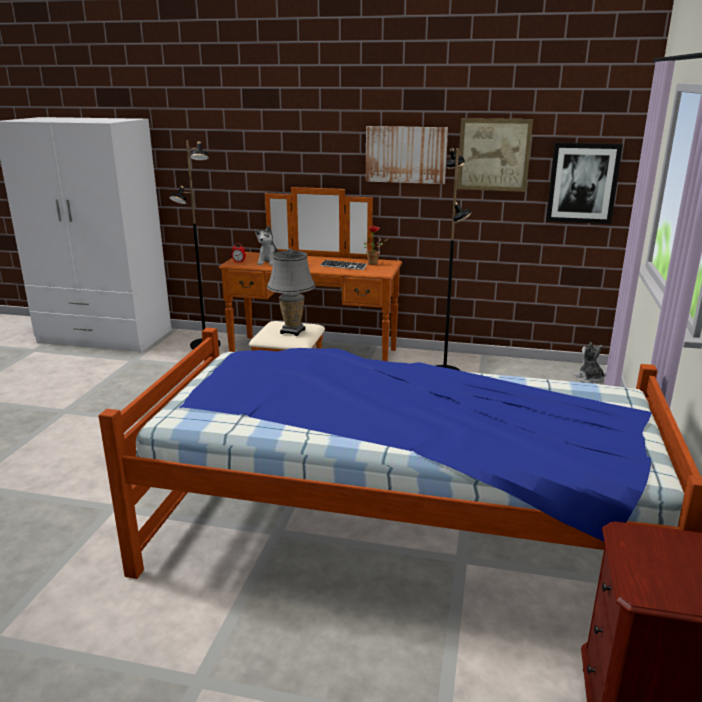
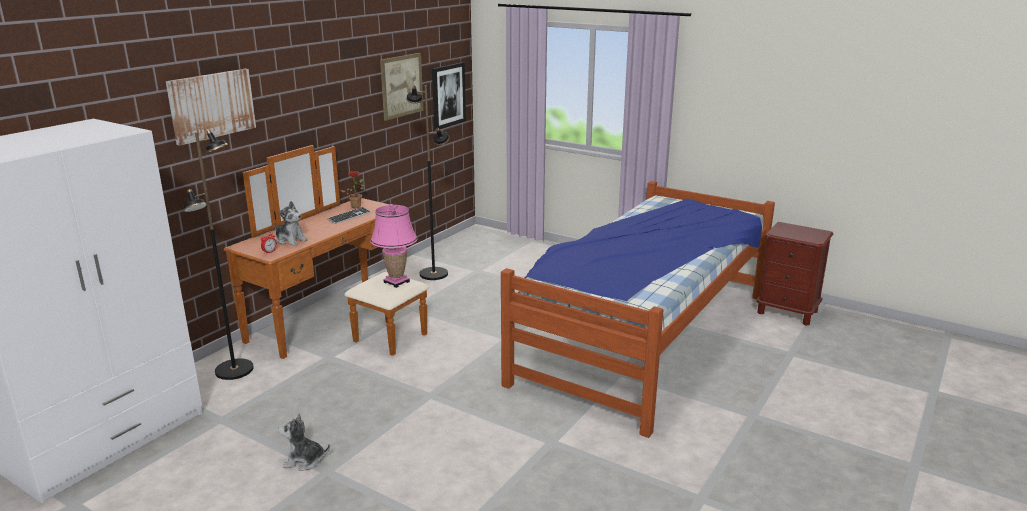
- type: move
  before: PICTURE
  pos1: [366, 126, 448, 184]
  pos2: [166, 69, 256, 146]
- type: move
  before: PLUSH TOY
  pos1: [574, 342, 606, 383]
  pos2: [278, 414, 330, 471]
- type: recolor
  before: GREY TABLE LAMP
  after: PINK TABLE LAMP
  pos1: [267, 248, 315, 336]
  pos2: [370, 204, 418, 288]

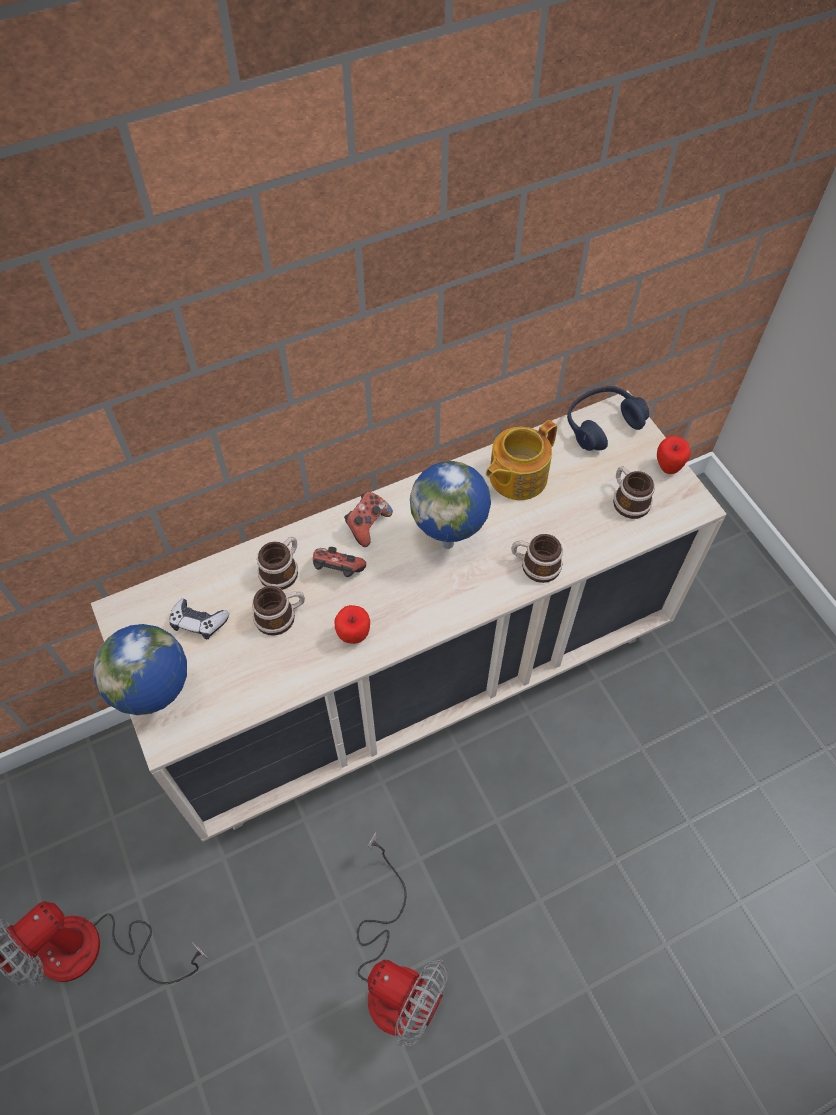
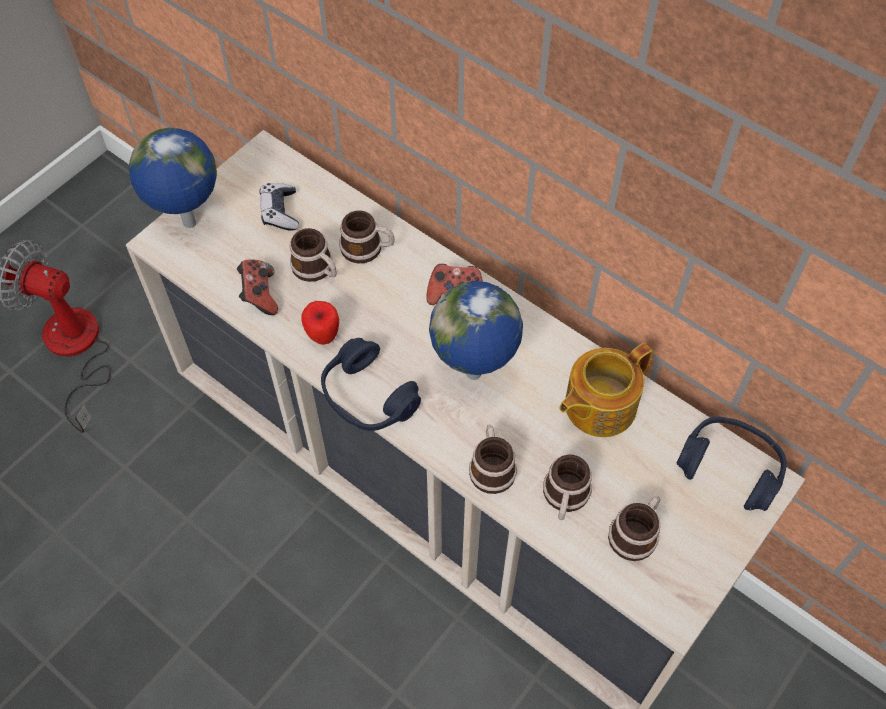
- type: move
  before: GAME CONTROLLER
  pos1: [313, 547, 366, 577]
  pos2: [237, 259, 278, 315]
- type: insert
  after: BLUE HEADPHONES
  pos2: [321, 338, 421, 431]
- type: insert
  after: MUG
  pos2: [543, 455, 592, 520]
- type: rotate
  before: TEAPOT
  pos1: [486, 420, 557, 500]
  pos2: [559, 343, 653, 437]
  turn: -60
- type: delete
  before: FAN
  pos1: [357, 832, 448, 1046]
- type: delete
  before: APPLE
  pos1: [657, 436, 691, 474]

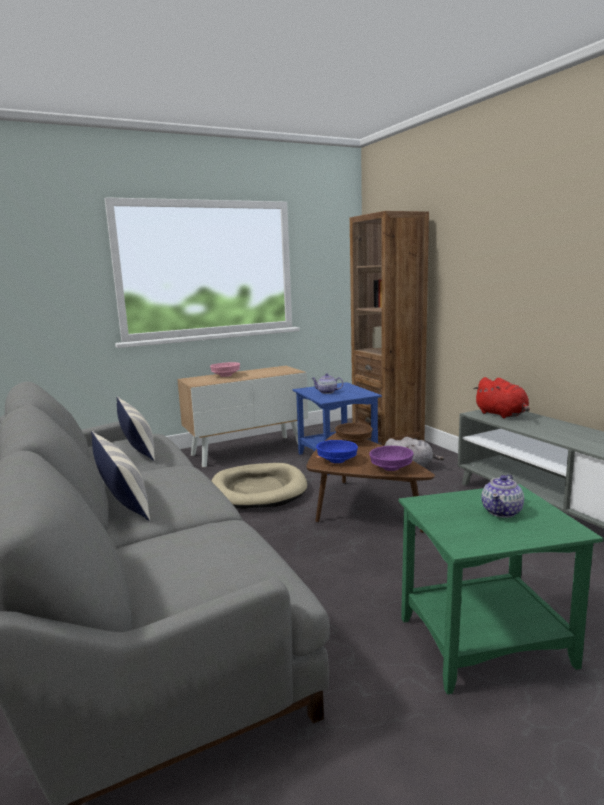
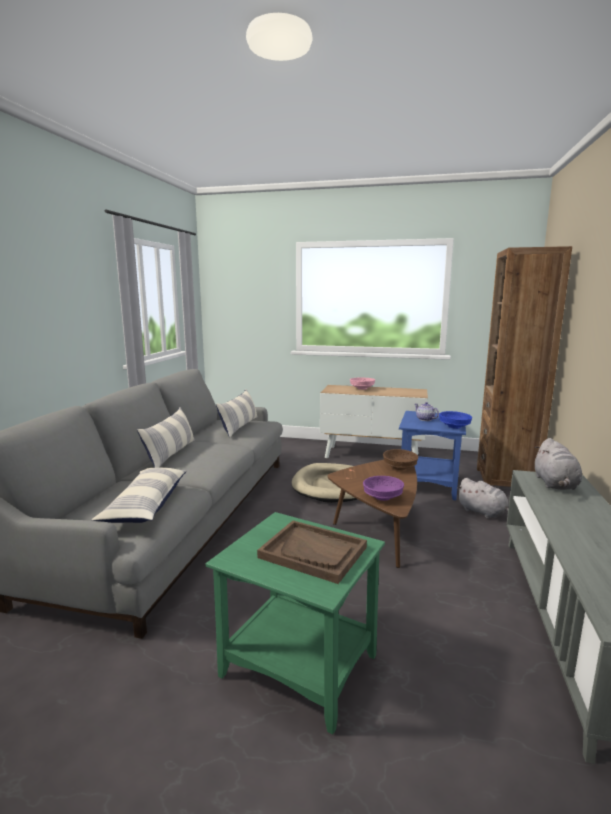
- type: insert
  after: PILLOW
  pos2: [92, 468, 187, 523]
- type: replace
  before: TEAPOT
  after: BROWN TRAY
  pos1: [481, 474, 524, 518]
  pos2: [257, 520, 367, 584]
- type: move
  before: BLUE BOWL
  pos1: [316, 440, 358, 463]
  pos2: [439, 411, 472, 429]
- type: recolor
  before: RED PLUSH TOY
  after: GREY PLUSH TOY
  pos1: [473, 377, 530, 418]
  pos2: [534, 438, 582, 490]

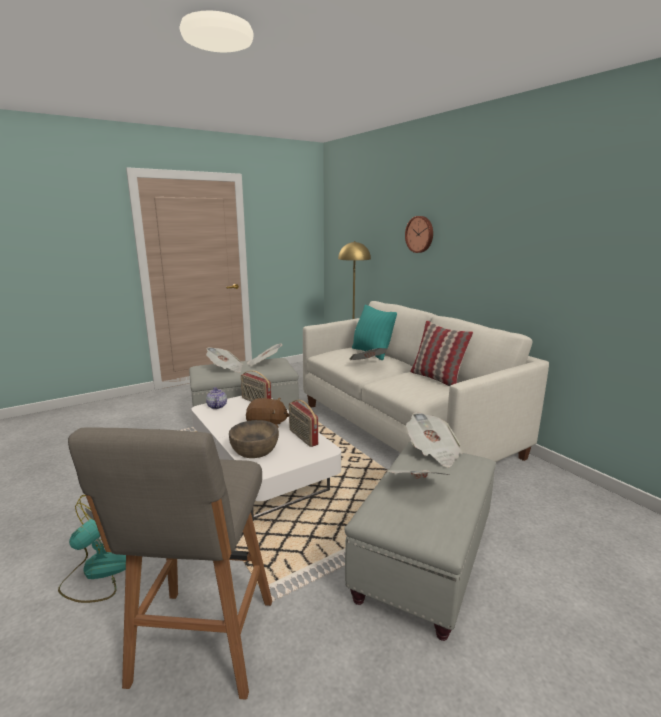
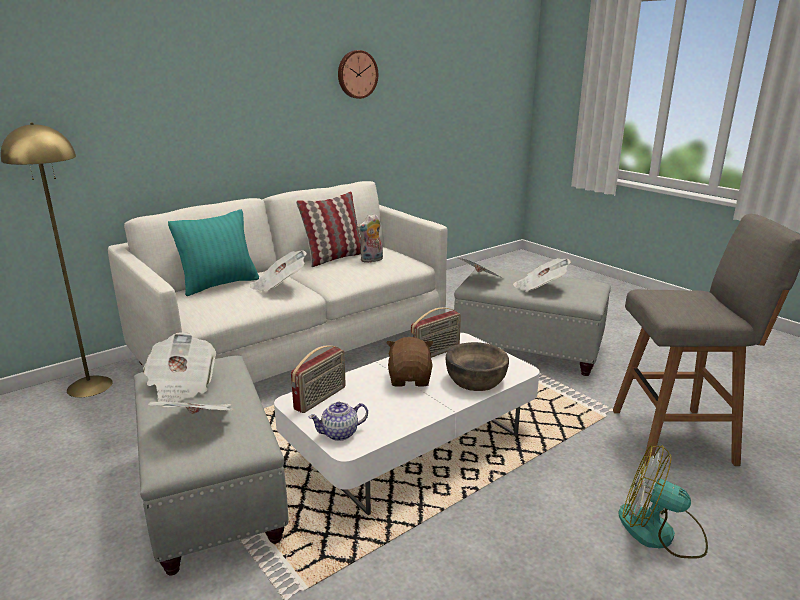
- type: move
  before: WALL CLOCK
  pos1: [405, 216, 433, 253]
  pos2: [338, 50, 378, 99]
- type: insert
  after: PLUSH TOY
  pos2: [357, 213, 383, 263]

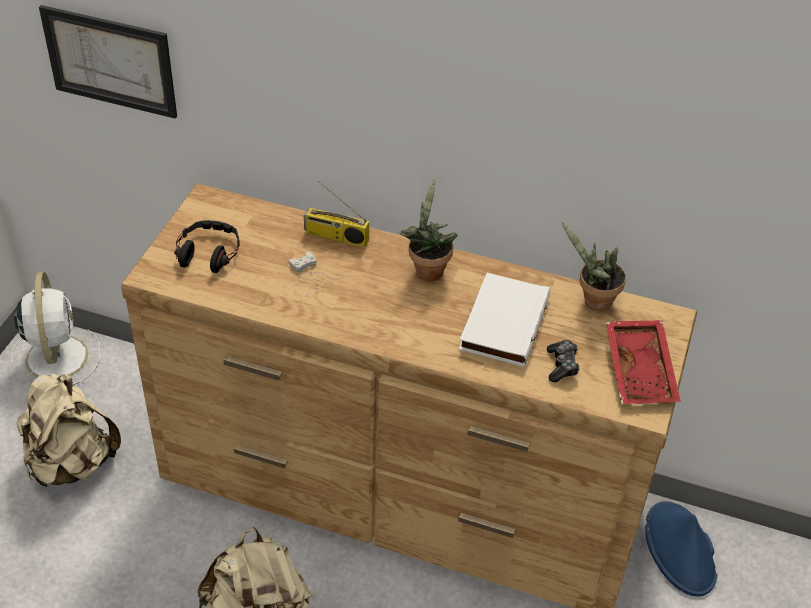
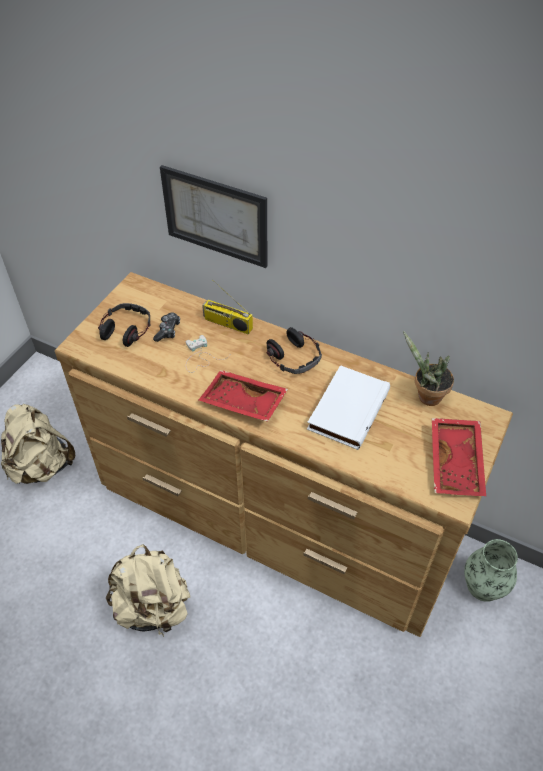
- type: move
  before: GAME CONTROLLER
  pos1: [547, 340, 580, 382]
  pos2: [153, 313, 180, 342]
- type: move
  before: PICTURE
  pos1: [39, 5, 177, 118]
  pos2: [160, 165, 267, 268]
- type: insert
  after: RED TRAY
  pos2: [199, 370, 288, 422]
- type: replace
  before: POTTED PLANT
  after: HEADPHONES
  pos1: [399, 178, 458, 281]
  pos2: [266, 327, 322, 374]
- type: replace
  before: BLUE HAT
  after: VASE
  pos1: [645, 501, 717, 596]
  pos2: [464, 539, 518, 602]
- type: delete
  before: WHITE FAN
  pos1: [11, 272, 100, 385]

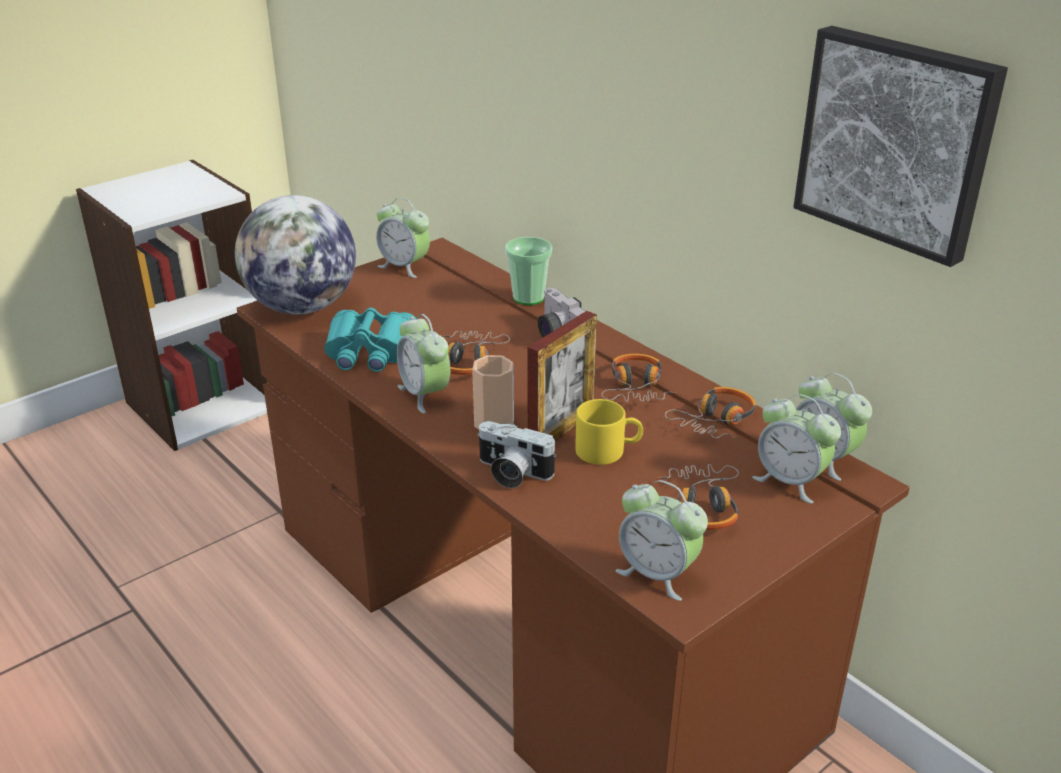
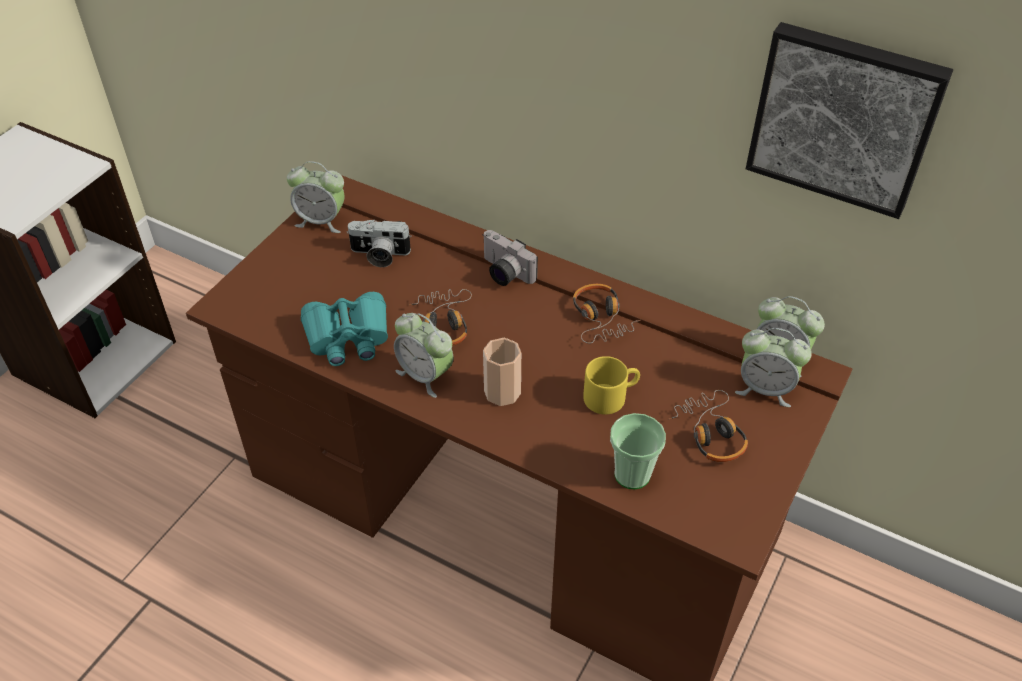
- type: move
  before: PHOTO CAMERA
  pos1: [477, 421, 557, 488]
  pos2: [347, 220, 412, 267]
- type: move
  before: CUP
  pos1: [505, 237, 552, 305]
  pos2: [610, 413, 666, 489]
- type: delete
  before: GLOBE
  pos1: [235, 195, 356, 314]
- type: delete
  before: PICTURE FRAME
  pos1: [528, 311, 597, 441]
- type: delete
  before: ALARM CLOCK
  pos1: [615, 480, 708, 601]
- type: delete
  before: HEADPHONES
  pos1: [665, 387, 756, 438]

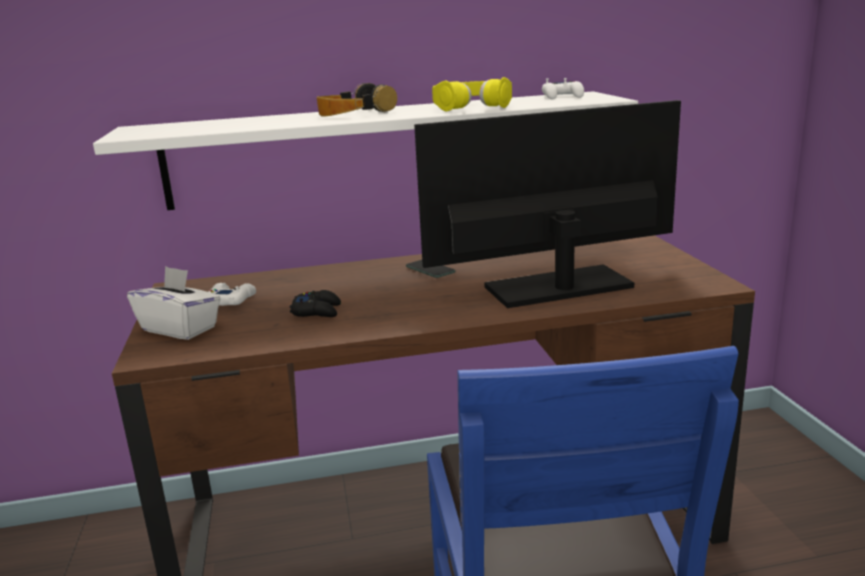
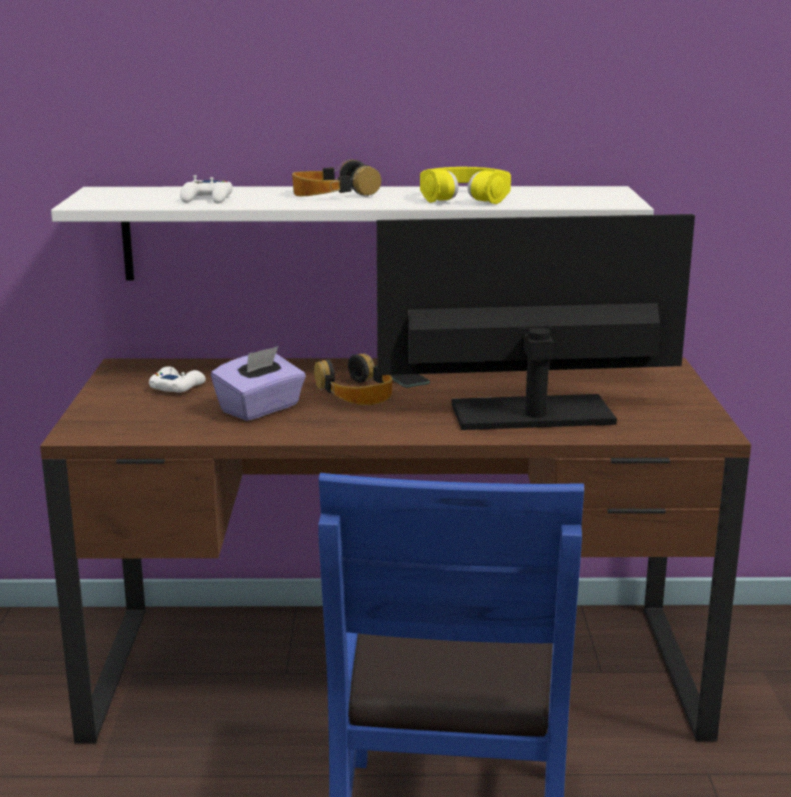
- type: move
  before: WHITE GAME CONTROLLER
  pos1: [542, 78, 584, 99]
  pos2: [180, 175, 233, 204]
- type: replace
  before: BLACK GAME CONTROLLER
  after: PURPLE TISSUE BOX
  pos1: [290, 290, 341, 317]
  pos2: [211, 346, 306, 421]
- type: insert
  after: HEADPHONES
  pos2: [314, 354, 392, 405]
- type: delete
  before: WHITE TISSUE BOX
  pos1: [127, 266, 221, 340]

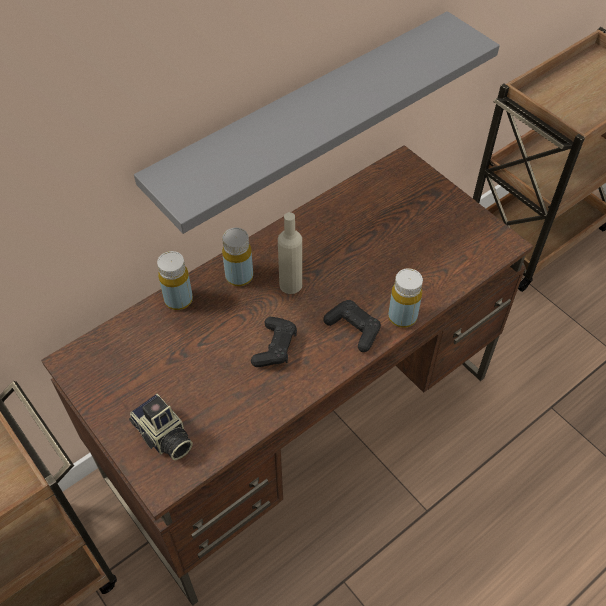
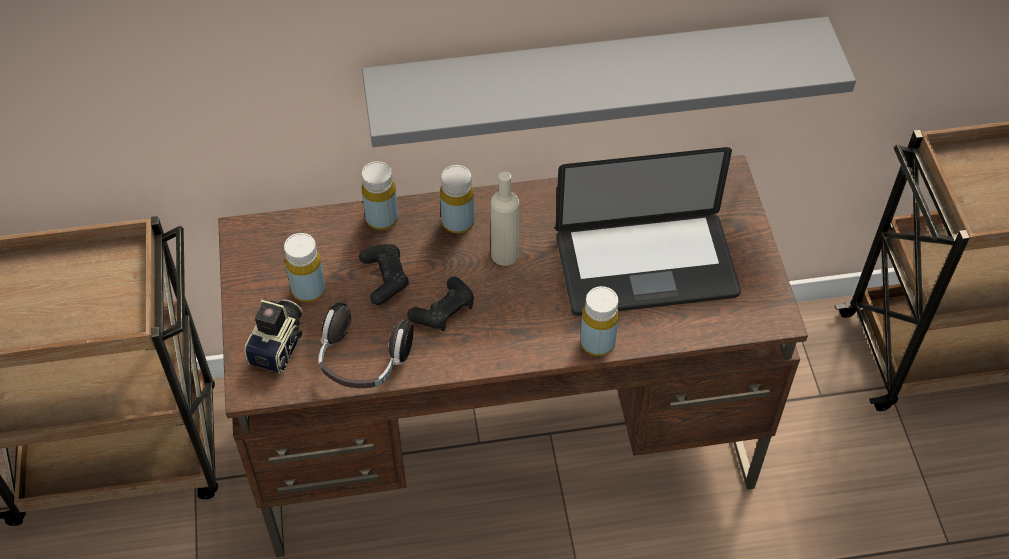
- type: rotate
  before: PHOTO CAMERA
  pos1: [129, 393, 193, 460]
  pos2: [244, 299, 303, 374]
  turn: -150
- type: insert
  after: YELLOW BOTTLE
  pos2: [284, 233, 326, 302]
- type: insert
  after: HEADPHONES
  pos2: [318, 303, 414, 388]
- type: move
  before: BLACK GAME CONTROLLER
  pos1: [323, 300, 381, 352]
  pos2: [359, 244, 409, 305]
- type: insert
  after: LAPTOP
  pos2: [555, 147, 741, 316]

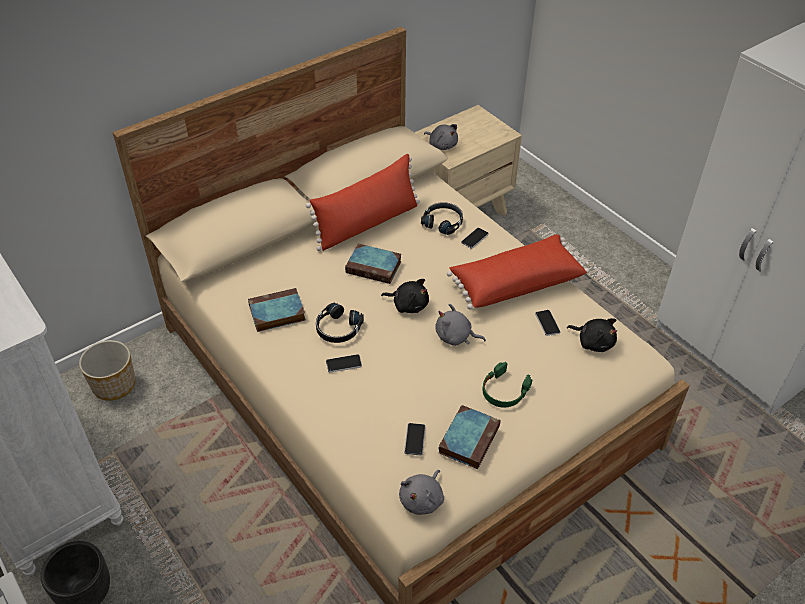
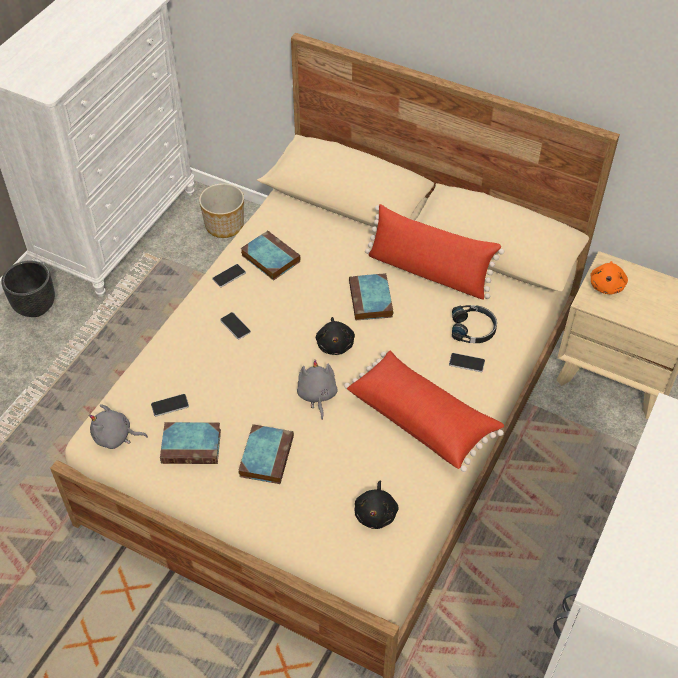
- type: move
  before: PHONE
  pos1: [535, 310, 560, 336]
  pos2: [212, 264, 246, 287]
- type: replace
  before: GREEN HEADPHONES
  after: BOOK
  pos1: [482, 362, 532, 407]
  pos2: [238, 424, 294, 484]
- type: recolor
  before: GREY PLUSH TOY
  after: ORANGE PLUSH TOY
  pos1: [424, 124, 458, 150]
  pos2: [590, 261, 628, 295]
- type: delete
  before: BLACK HEADPHONES
  pos1: [316, 303, 364, 343]

